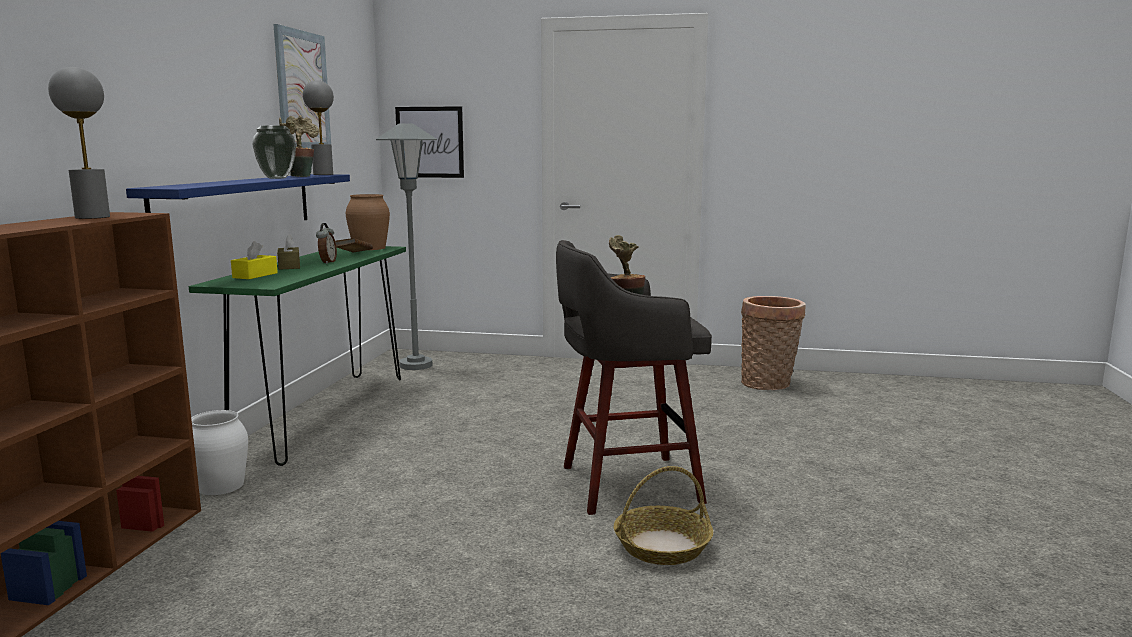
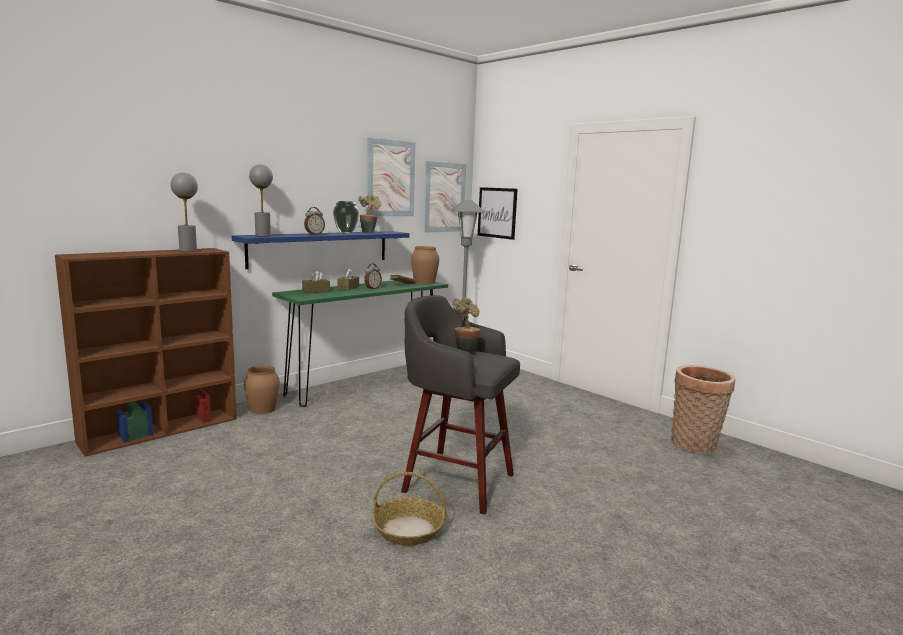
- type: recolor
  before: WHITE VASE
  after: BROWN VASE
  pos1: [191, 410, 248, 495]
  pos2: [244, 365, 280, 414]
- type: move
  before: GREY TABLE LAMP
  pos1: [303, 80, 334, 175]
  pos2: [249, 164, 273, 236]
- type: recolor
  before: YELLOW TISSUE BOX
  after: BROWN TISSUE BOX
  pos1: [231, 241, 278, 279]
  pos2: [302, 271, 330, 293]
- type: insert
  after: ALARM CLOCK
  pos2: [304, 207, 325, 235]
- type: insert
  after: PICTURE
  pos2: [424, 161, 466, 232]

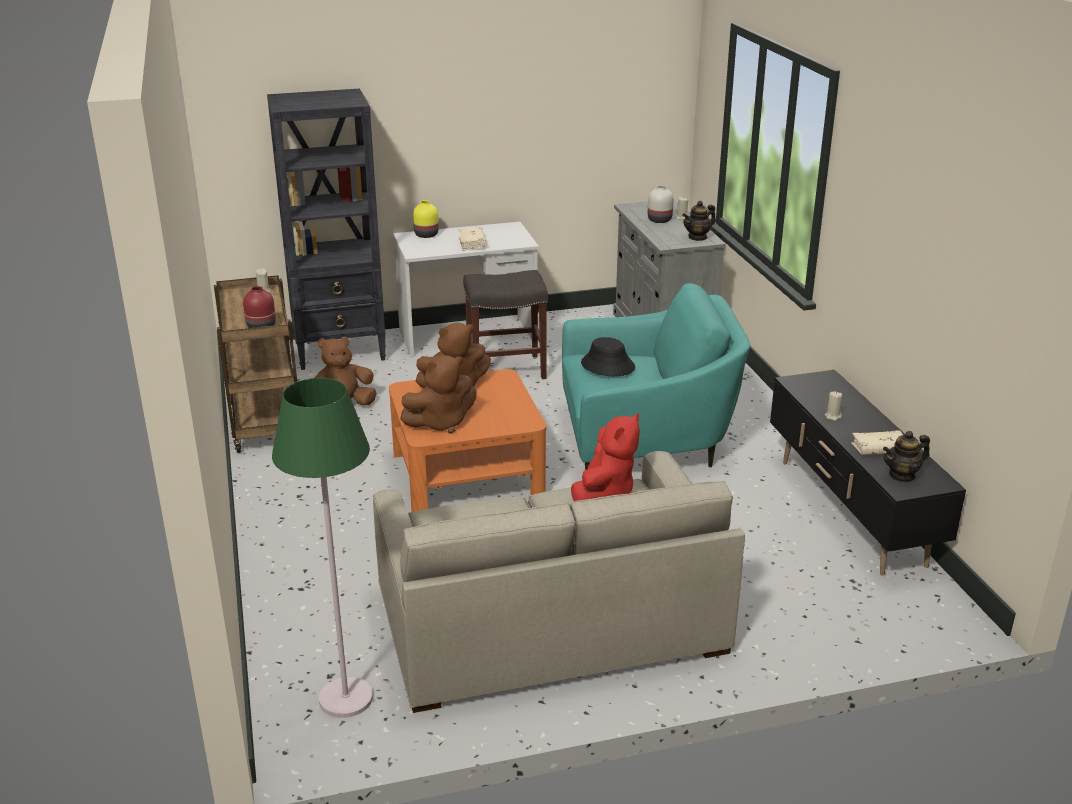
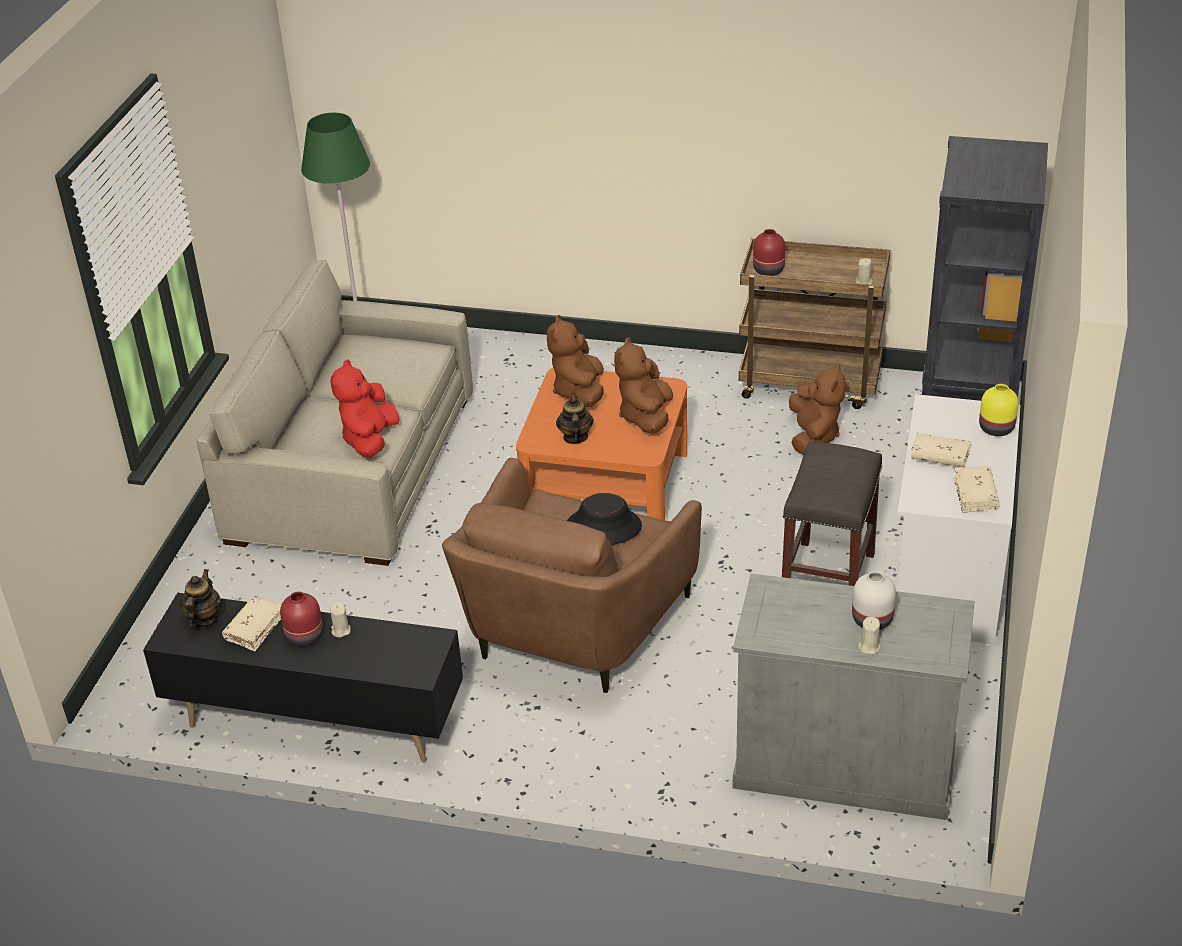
- type: insert
  after: RED VASE
  pos2: [280, 591, 323, 647]
- type: rotate
  before: RED PLUSH TOY
  pos1: [571, 413, 640, 501]
  pos2: [330, 359, 400, 458]
  turn: 45
- type: recolor
  before: TURQUOISE ARMCHAIR
  after: BROWN ARMCHAIR
  pos1: [562, 283, 750, 470]
  pos2: [442, 458, 702, 693]
- type: move
  before: TEAPOT
  pos1: [682, 201, 716, 241]
  pos2: [556, 393, 594, 444]
- type: insert
  after: BEIGE BOOK
  pos2: [954, 466, 1000, 513]

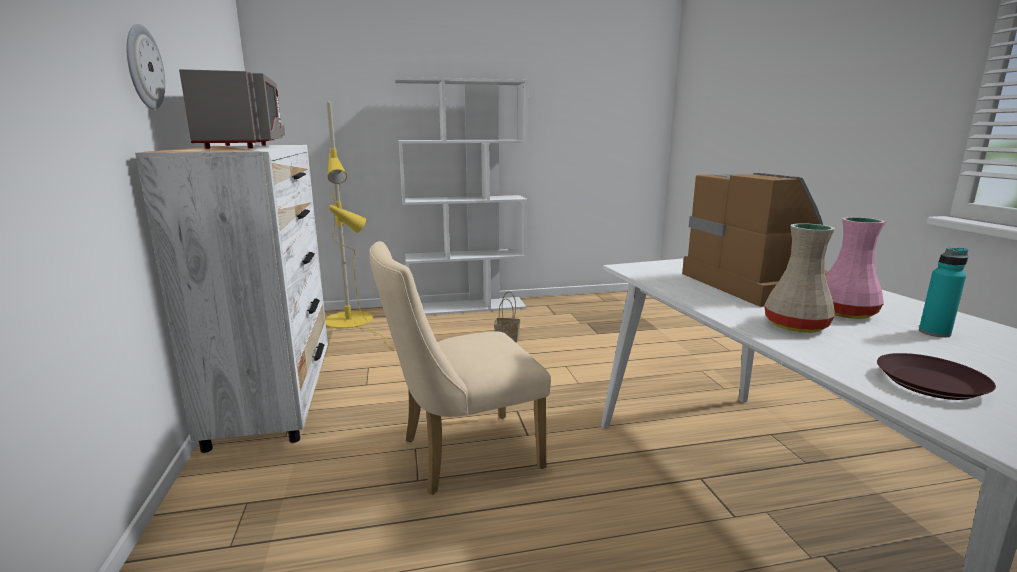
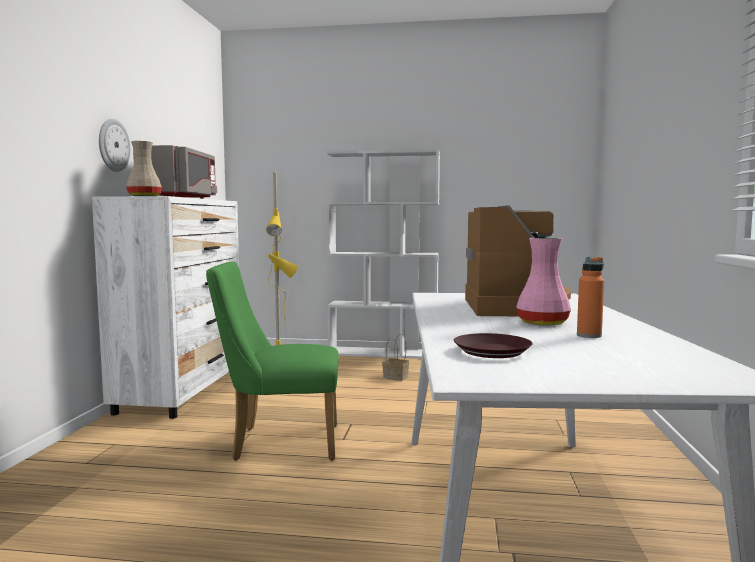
- type: move
  before: BEIGE VASE
  pos1: [764, 223, 835, 333]
  pos2: [126, 141, 162, 196]
- type: recolor
  before: BEIGE CHAIR
  after: GREEN CHAIR
  pos1: [369, 241, 551, 495]
  pos2: [206, 262, 339, 460]
- type: recolor
  before: TURQUOISE BOTTLE
  after: ORANGE BOTTLE
  pos1: [919, 248, 969, 337]
  pos2: [577, 257, 604, 338]

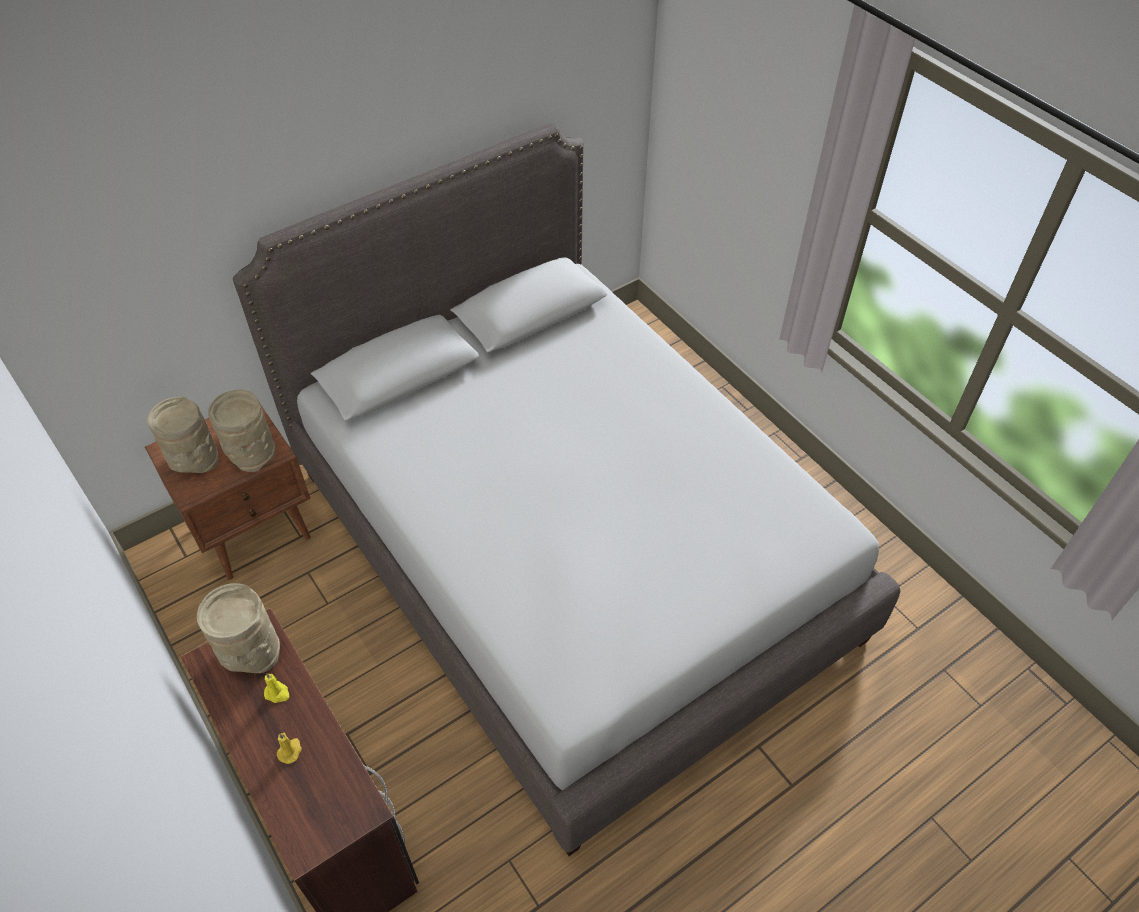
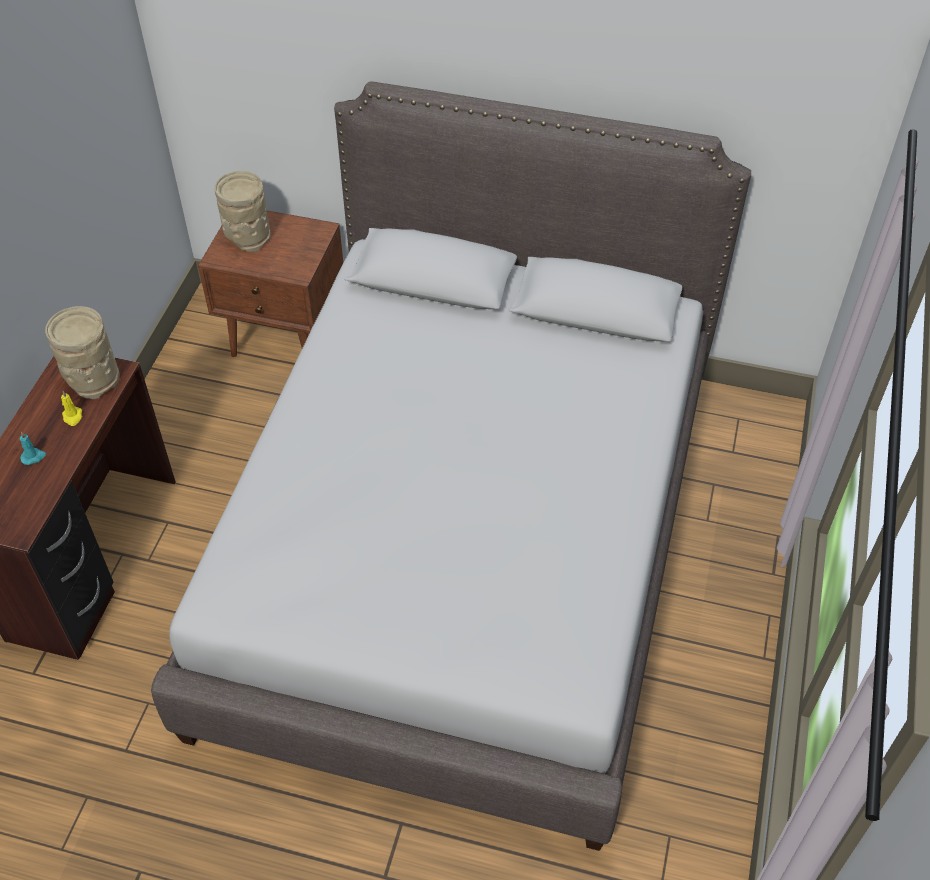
- type: recolor
  before: YELLOW CANDLE
  after: TURQUOISE CANDLE
  pos1: [277, 733, 302, 764]
  pos2: [19, 432, 46, 465]
- type: delete
  before: BEIGE VASE
  pos1: [208, 390, 276, 472]

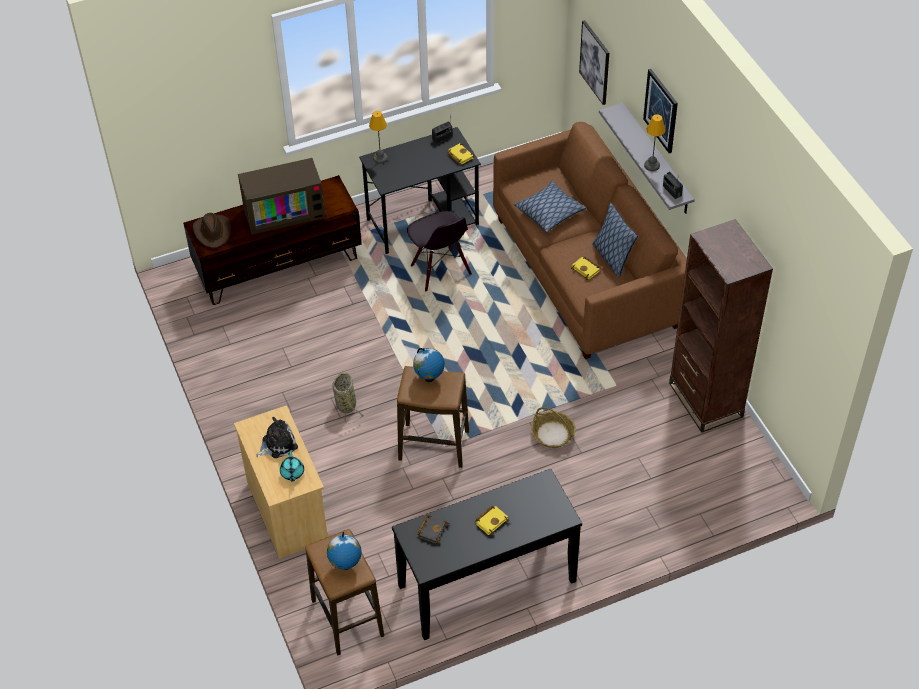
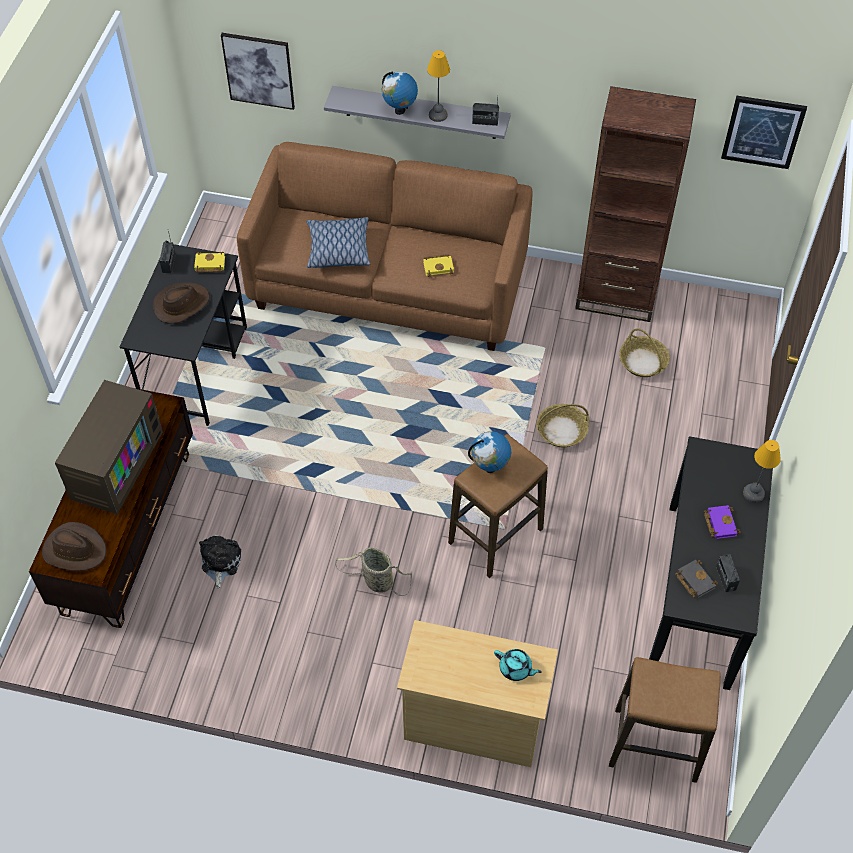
- type: insert
  after: BROWN HAT
  pos2: [153, 282, 210, 324]
- type: move
  before: PLUSH TOY
  pos1: [256, 417, 298, 458]
  pos2: [199, 535, 241, 589]
- type: move
  before: GLOBE
  pos1: [327, 532, 362, 570]
  pos2: [382, 71, 418, 115]
- type: insert
  after: BASKET
  pos2: [619, 328, 670, 377]
- type: recolor
  before: YELLOW BOOK
  after: PURPLE BOOK
  pos1: [475, 506, 509, 535]
  pos2: [704, 505, 741, 539]
- type: insert
  after: RADIO
  pos2: [716, 554, 740, 592]
- type: move
  before: PICTURE
  pos1: [643, 69, 678, 153]
  pos2: [721, 95, 807, 169]
- type: move
  before: TABLE LAMP
  pos1: [369, 111, 388, 164]
  pos2: [743, 440, 781, 503]
- type: delete
  before: BLACK CHAIR
  pos1: [407, 211, 472, 291]
- type: delete
  before: PILLOW
  pos1: [592, 202, 638, 278]

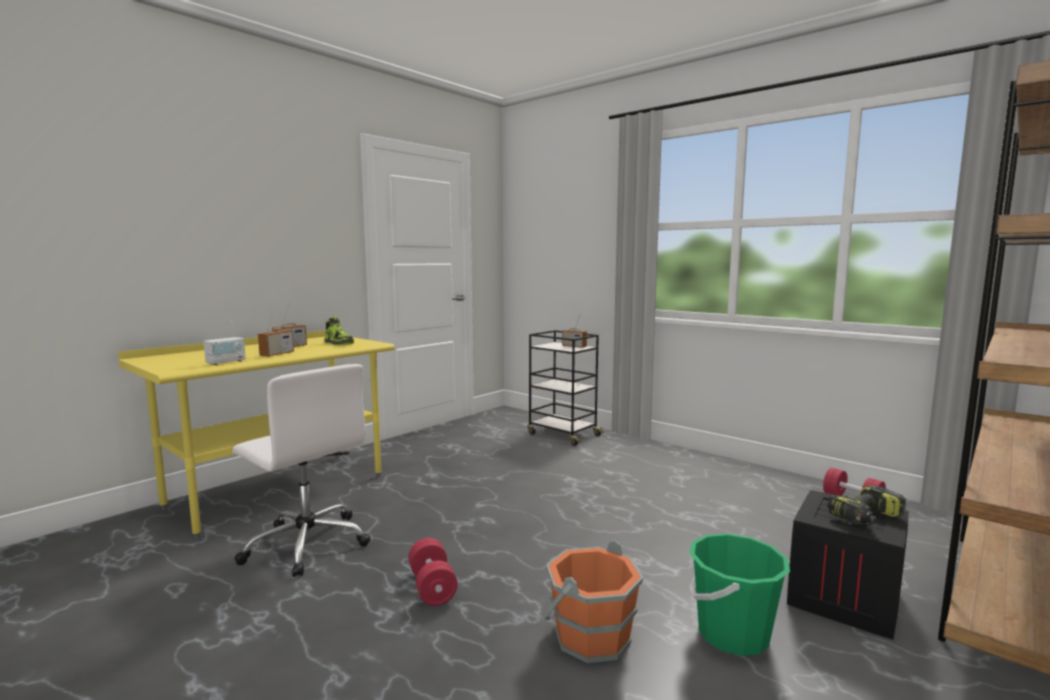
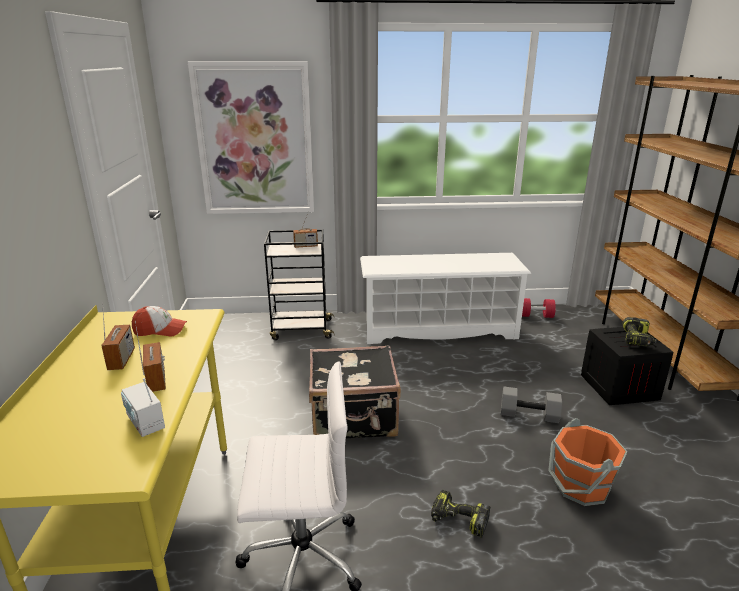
- type: rotate
  before: RADIO
  pos1: [203, 320, 246, 365]
  pos2: [121, 378, 165, 437]
  turn: 150
- type: replace
  before: SHOE
  after: CAP
  pos1: [324, 317, 354, 345]
  pos2: [132, 306, 187, 337]
- type: insert
  after: PICTURE
  pos2: [188, 61, 314, 214]
- type: insert
  after: BLACK SUITCASE
  pos2: [309, 345, 401, 438]
- type: insert
  after: WHITE SHOE RACK
  pos2: [360, 253, 531, 344]
- type: replace
  before: RED DUMBBELL
  after: POWER DRILL
  pos1: [409, 538, 458, 606]
  pos2: [431, 489, 490, 538]
- type: insert
  after: GREY DUMBBELL
  pos2: [501, 386, 562, 423]
- type: delete
  before: GREEN BUCKET
  pos1: [689, 533, 790, 656]

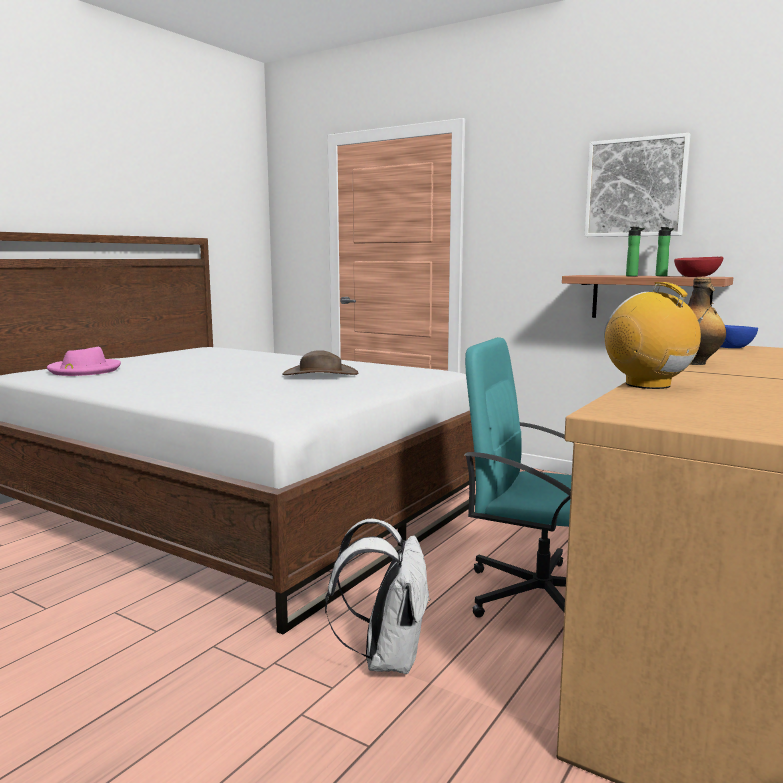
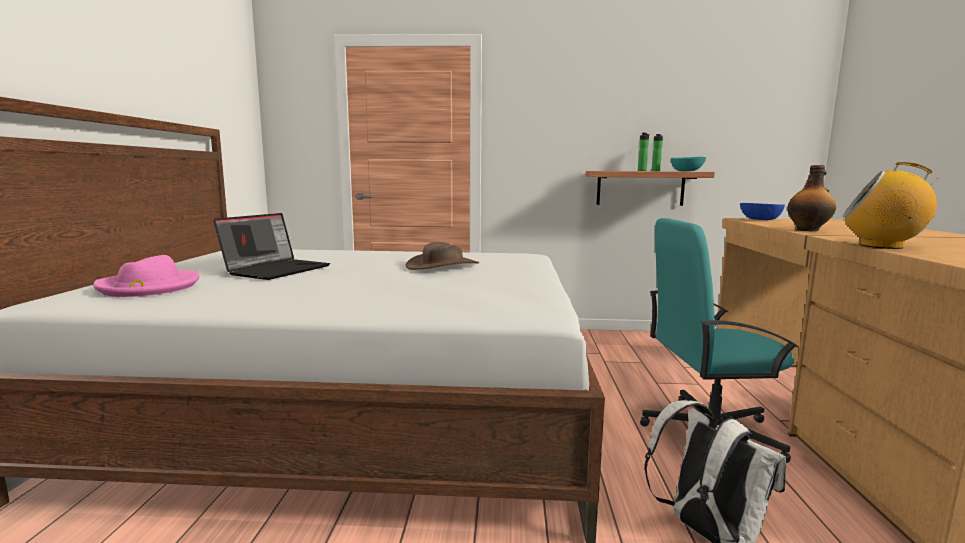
- type: insert
  after: LAPTOP
  pos2: [213, 213, 330, 280]
- type: recolor
  before: RED BOWL
  after: TURQUOISE BOWL
  pos1: [674, 257, 724, 277]
  pos2: [671, 157, 706, 171]
- type: delete
  before: PICTURE
  pos1: [584, 133, 690, 237]

